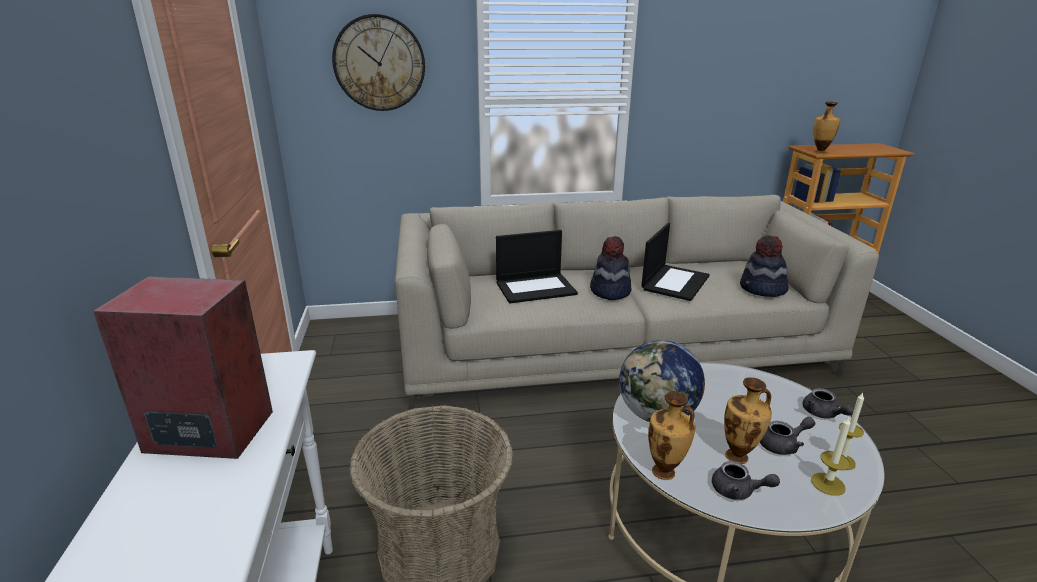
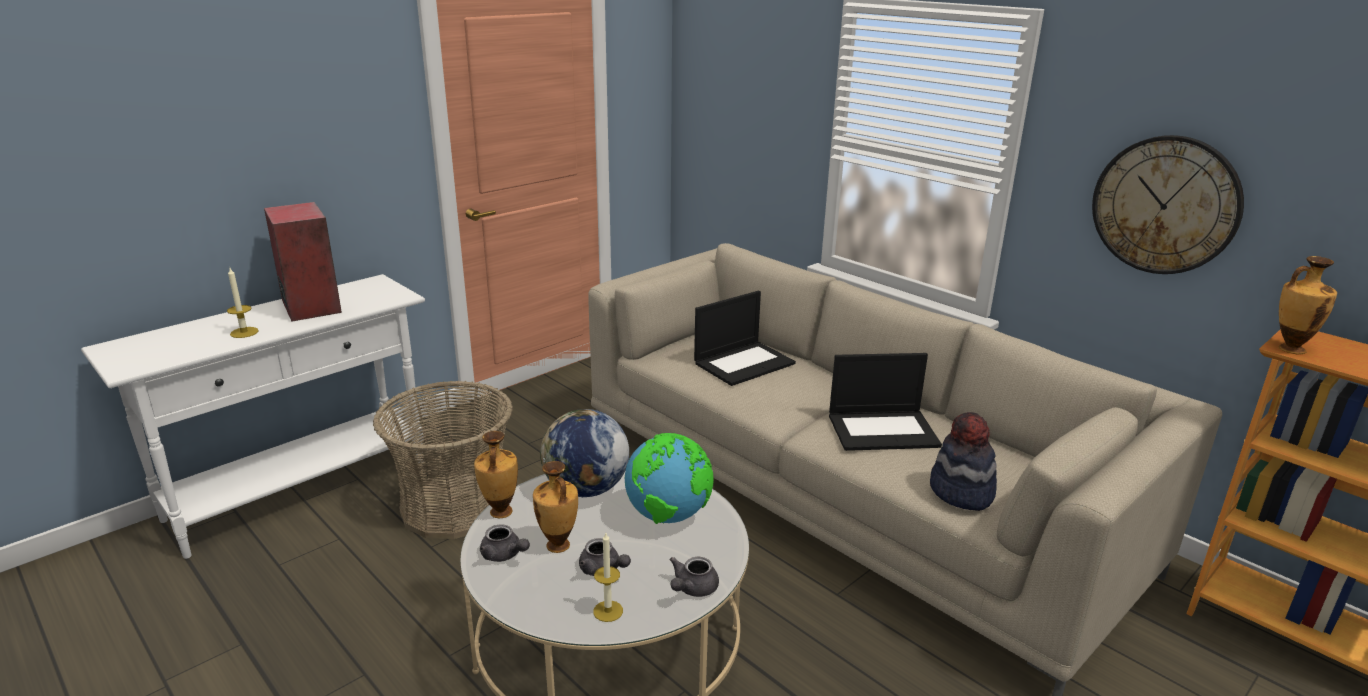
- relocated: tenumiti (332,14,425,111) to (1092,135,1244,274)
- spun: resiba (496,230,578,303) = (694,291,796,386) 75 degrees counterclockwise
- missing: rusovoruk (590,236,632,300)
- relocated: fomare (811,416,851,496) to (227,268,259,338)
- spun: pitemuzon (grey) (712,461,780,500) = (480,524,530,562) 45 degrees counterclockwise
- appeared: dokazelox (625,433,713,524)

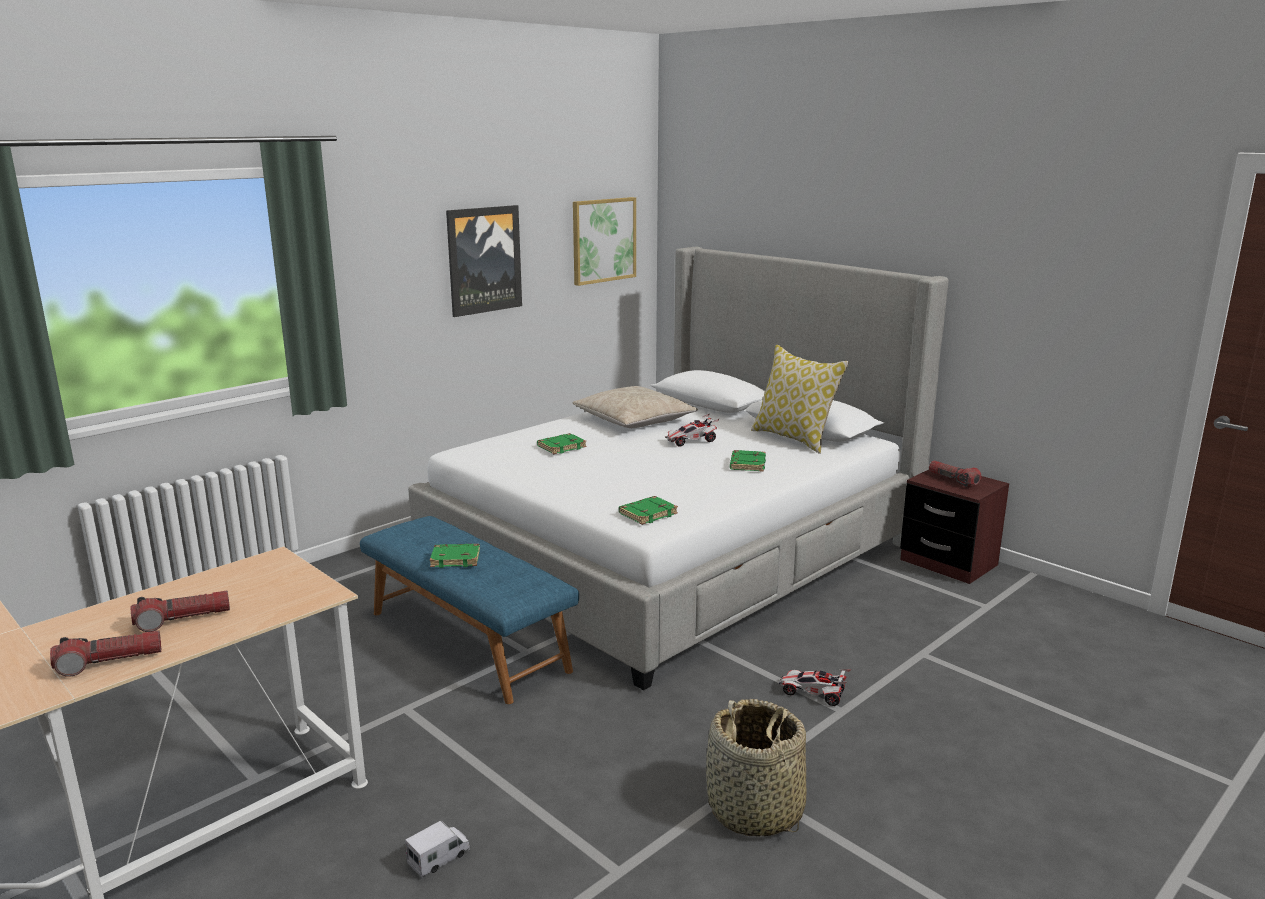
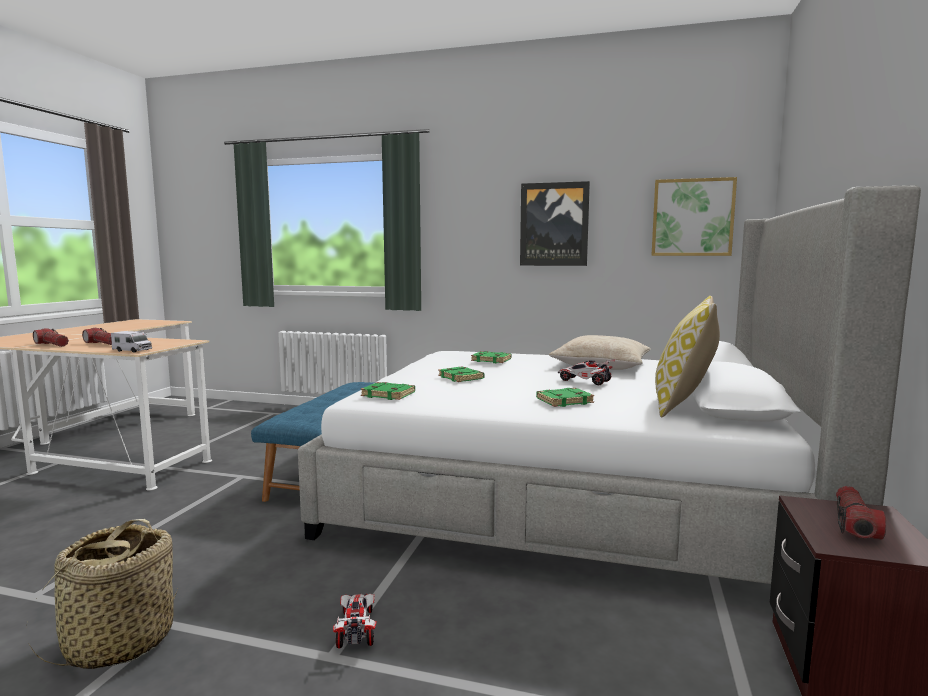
- relocated: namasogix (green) (430,544,480,568) to (438,366,485,382)
- relocated: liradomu (405,820,470,878) to (111,331,152,353)

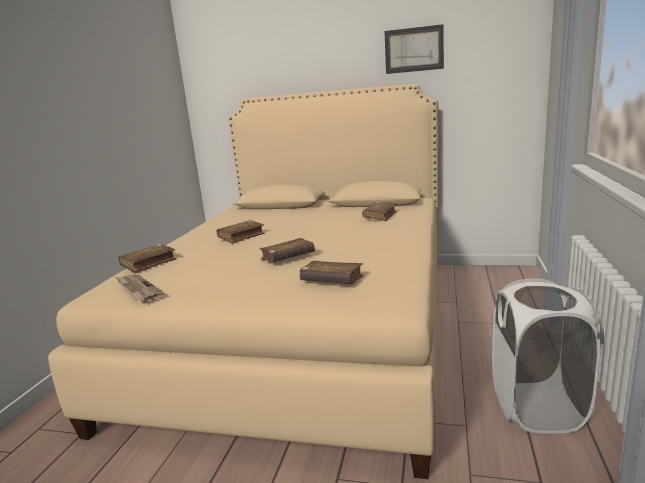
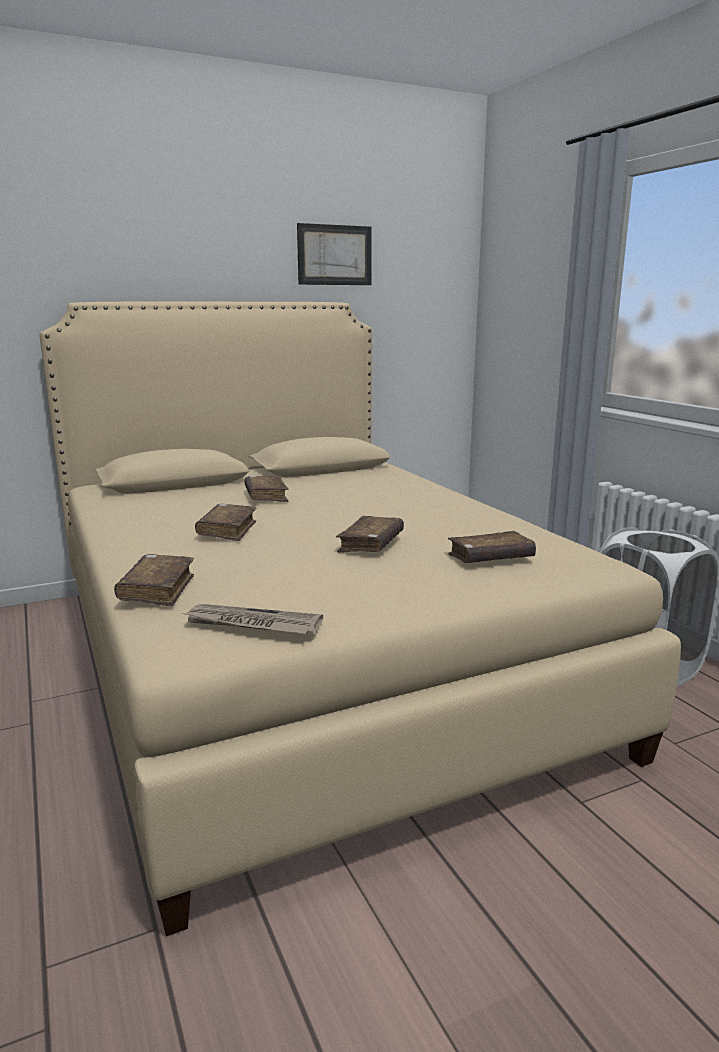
- relocated: namasogix (brown) (362,202,397,221) to (244,476,289,502)

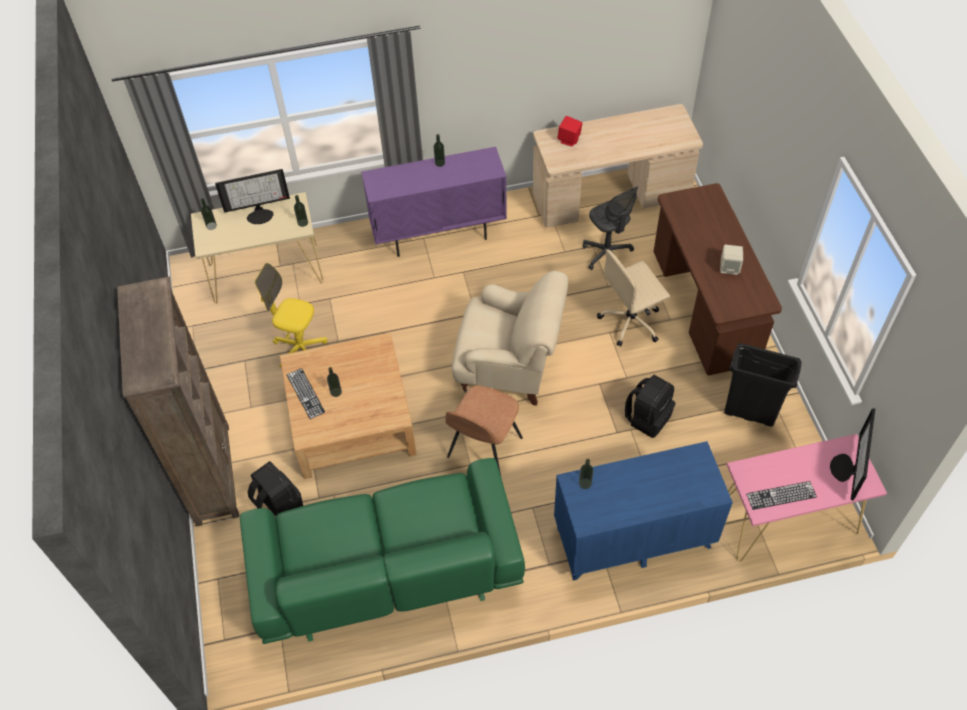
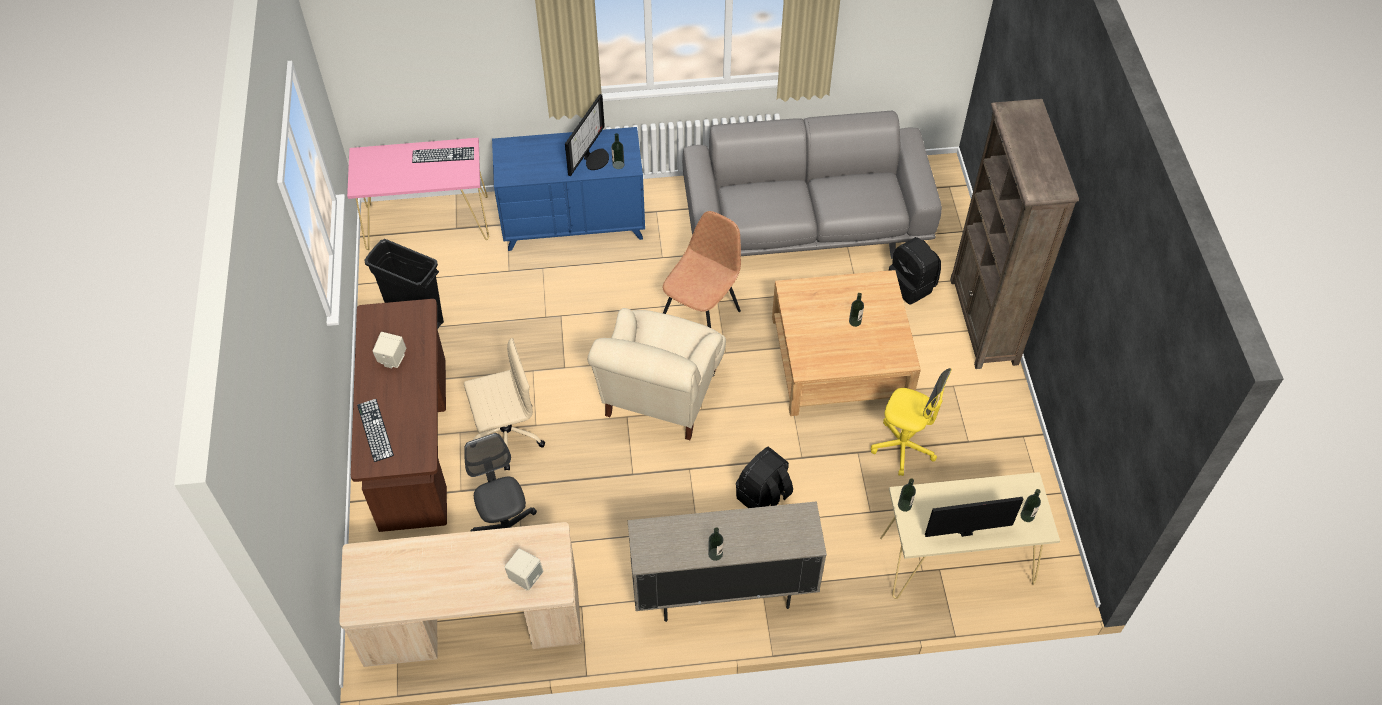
- colour: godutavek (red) (557,116,582,146) to godutavek (beige) (504,549,543,590)
- colour: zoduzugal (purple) (361,147,507,257) to zoduzugal (beige) (628,501,827,622)
- spun: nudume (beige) (452,271,568,406) = (588,308,726,440) 90 degrees counterclockwise
- relocated: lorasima (287,368,325,419) to (357,399,394,462)
- relocated: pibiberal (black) (625,375,675,438) to (736,447,793,508)
- relocated: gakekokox (830,408,875,501) to (565,94,609,176)
- colour: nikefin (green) (240,458,525,644) to nikefin (grey) (682,111,942,259)

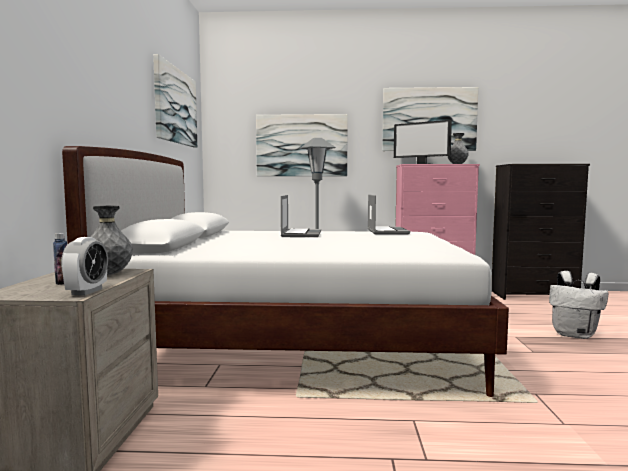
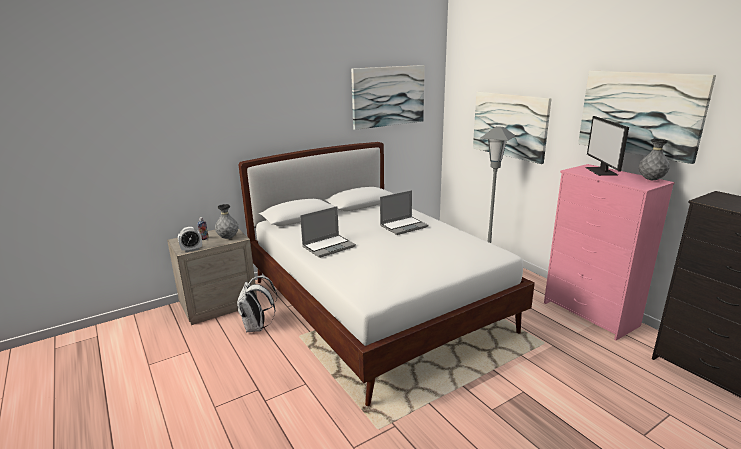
- relocated: resiba (368,195,410,235) to (300,206,356,258)
- relocated: pibiberal (white) (549,271,609,339) to (237,275,277,332)

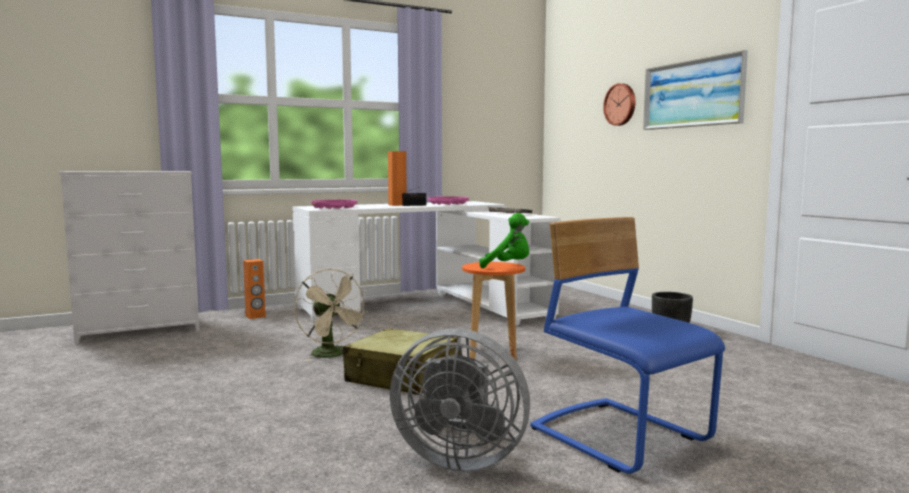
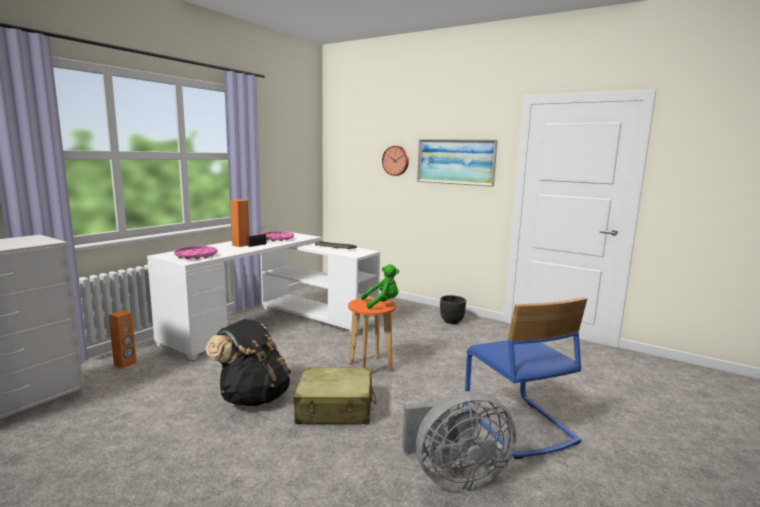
- spun: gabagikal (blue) (530,217,725,474) = (465,297,587,459) 135 degrees counterclockwise
- exchanged: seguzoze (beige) (294,269,368,361) to pibiberal (black) (205,319,291,406)

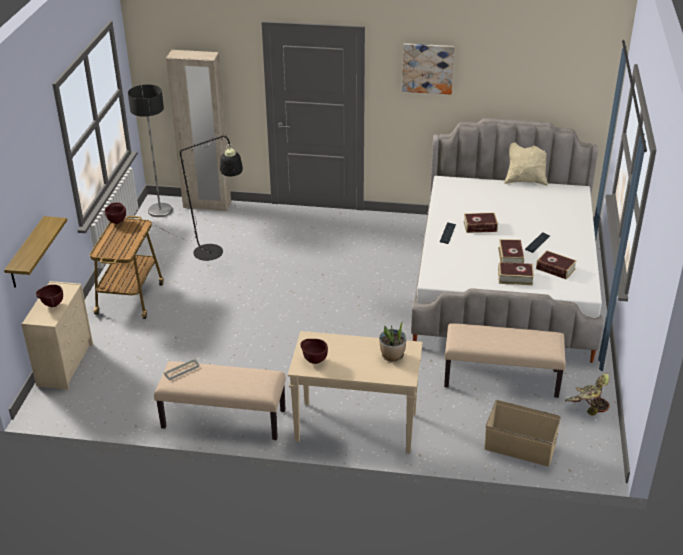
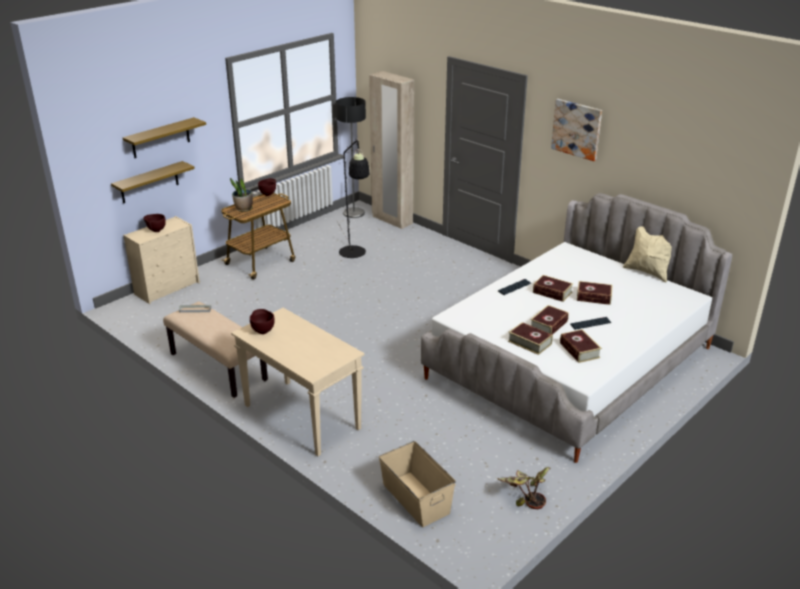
- relocated: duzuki (379,322,406,362) to (230,178,253,212)
- missing: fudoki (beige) (444,323,566,398)
- appeared: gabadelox (122,117,206,158)
- appeared: namasogix (576,281,613,305)

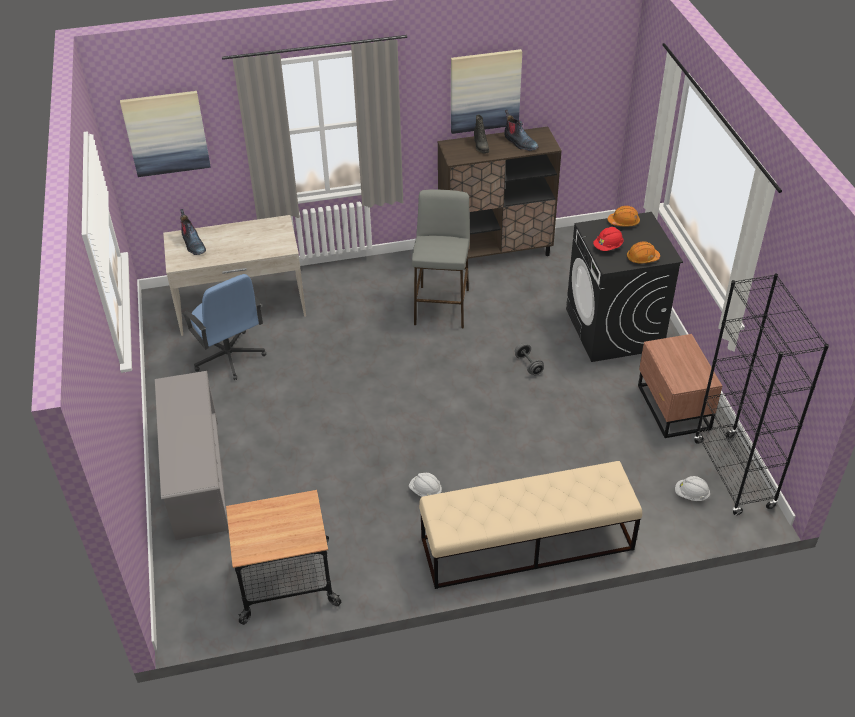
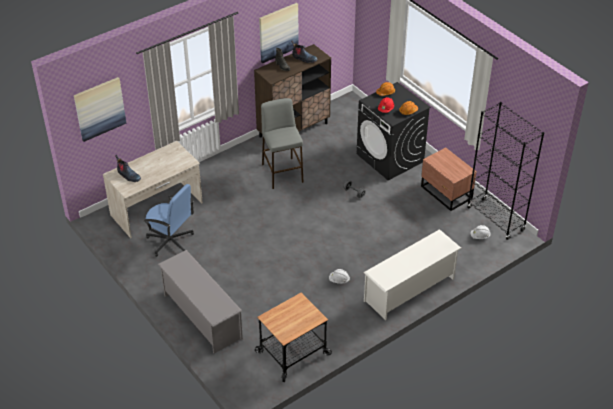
- exchanged: fudoki (beige) (419,461,642,589) to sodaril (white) (363,229,461,320)

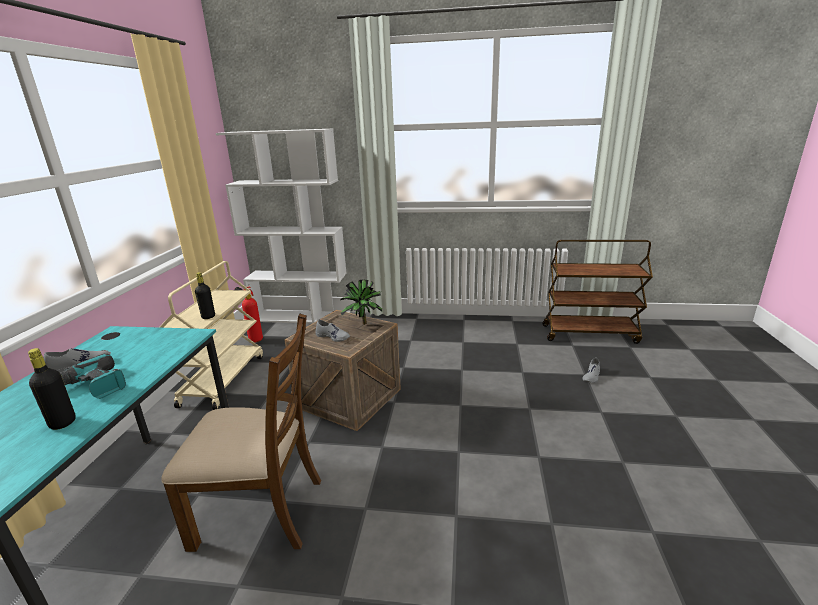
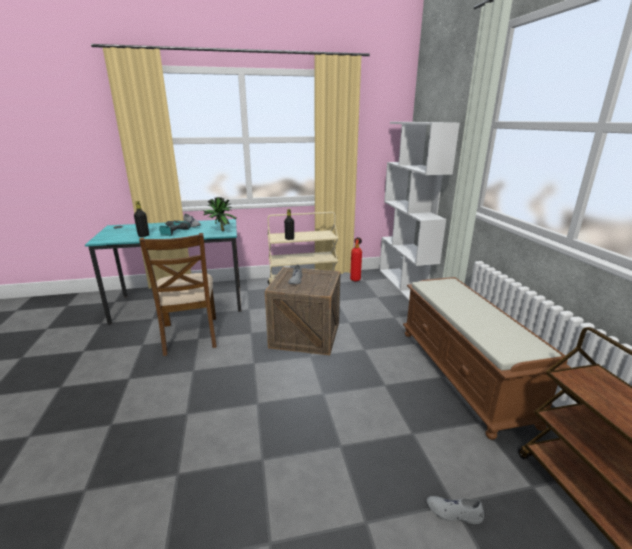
- relocated: duzuki (340,279,382,325) to (203,197,236,231)
- appeared: fudoki (brown) (403,277,571,440)

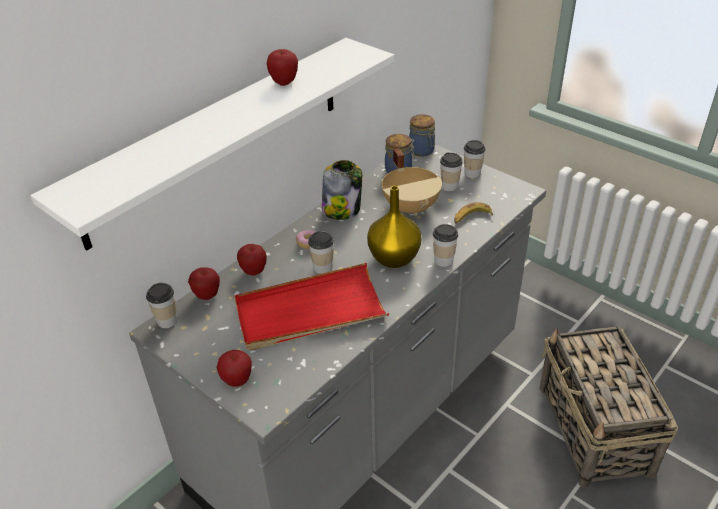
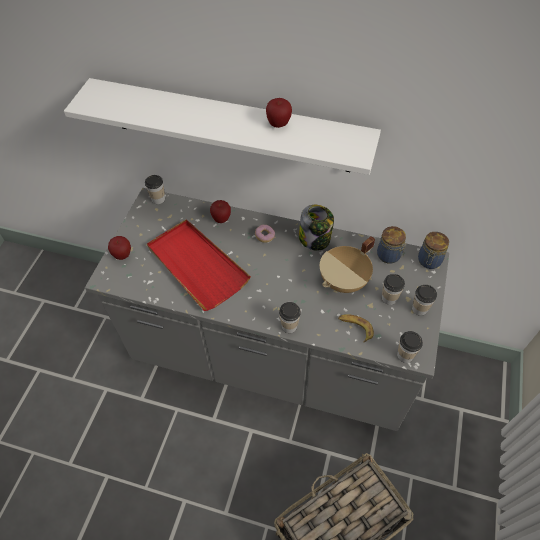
- missing: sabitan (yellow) (367,186,421,268)
- relocated: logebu (308,231,334,274) to (397,331,423,363)
- missing: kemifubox (188,267,220,300)

